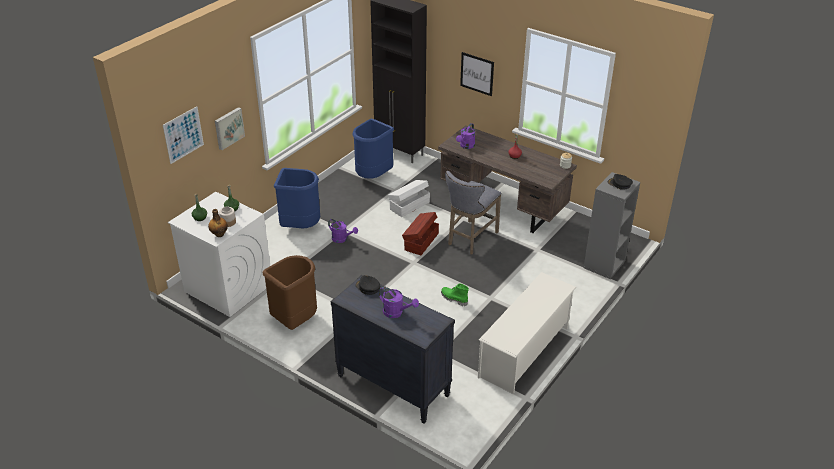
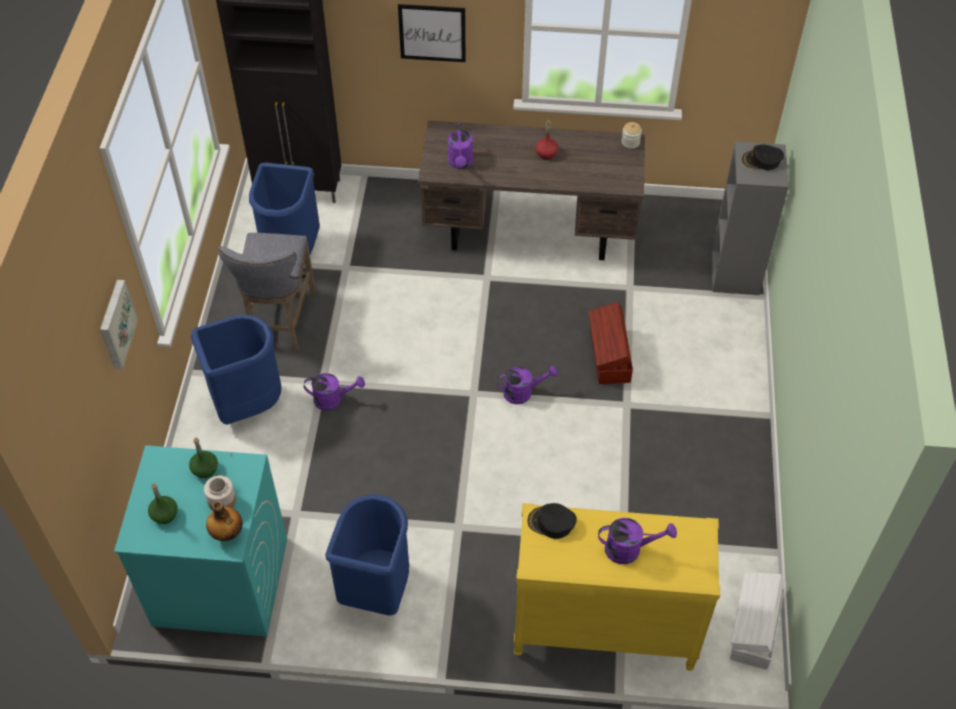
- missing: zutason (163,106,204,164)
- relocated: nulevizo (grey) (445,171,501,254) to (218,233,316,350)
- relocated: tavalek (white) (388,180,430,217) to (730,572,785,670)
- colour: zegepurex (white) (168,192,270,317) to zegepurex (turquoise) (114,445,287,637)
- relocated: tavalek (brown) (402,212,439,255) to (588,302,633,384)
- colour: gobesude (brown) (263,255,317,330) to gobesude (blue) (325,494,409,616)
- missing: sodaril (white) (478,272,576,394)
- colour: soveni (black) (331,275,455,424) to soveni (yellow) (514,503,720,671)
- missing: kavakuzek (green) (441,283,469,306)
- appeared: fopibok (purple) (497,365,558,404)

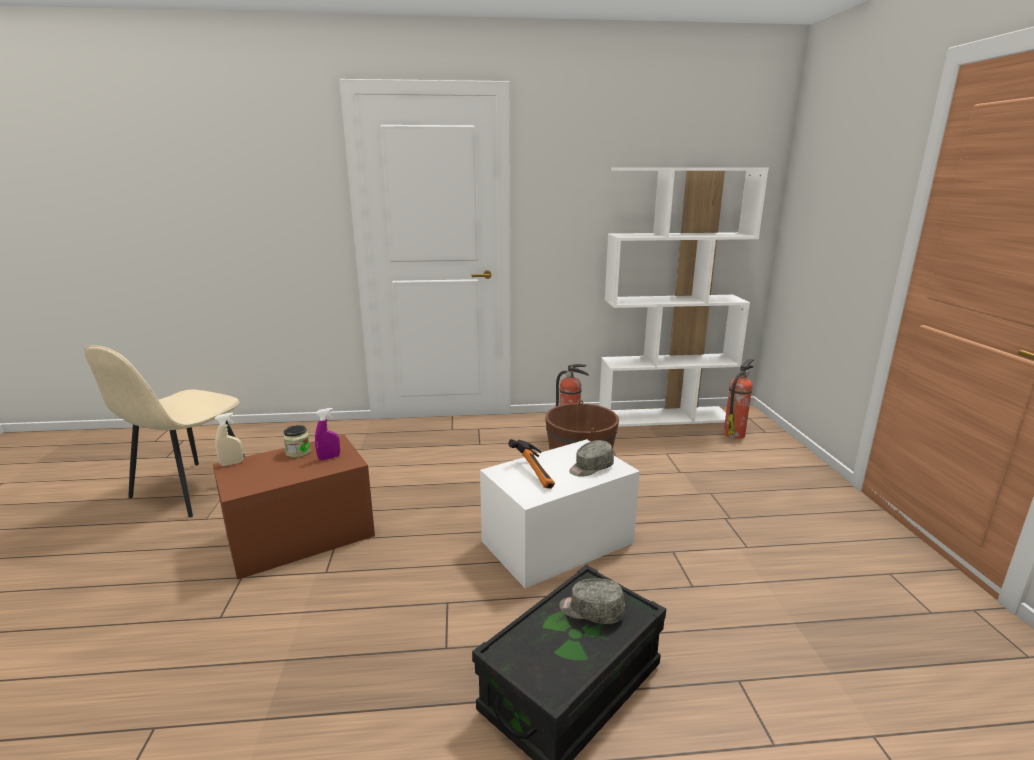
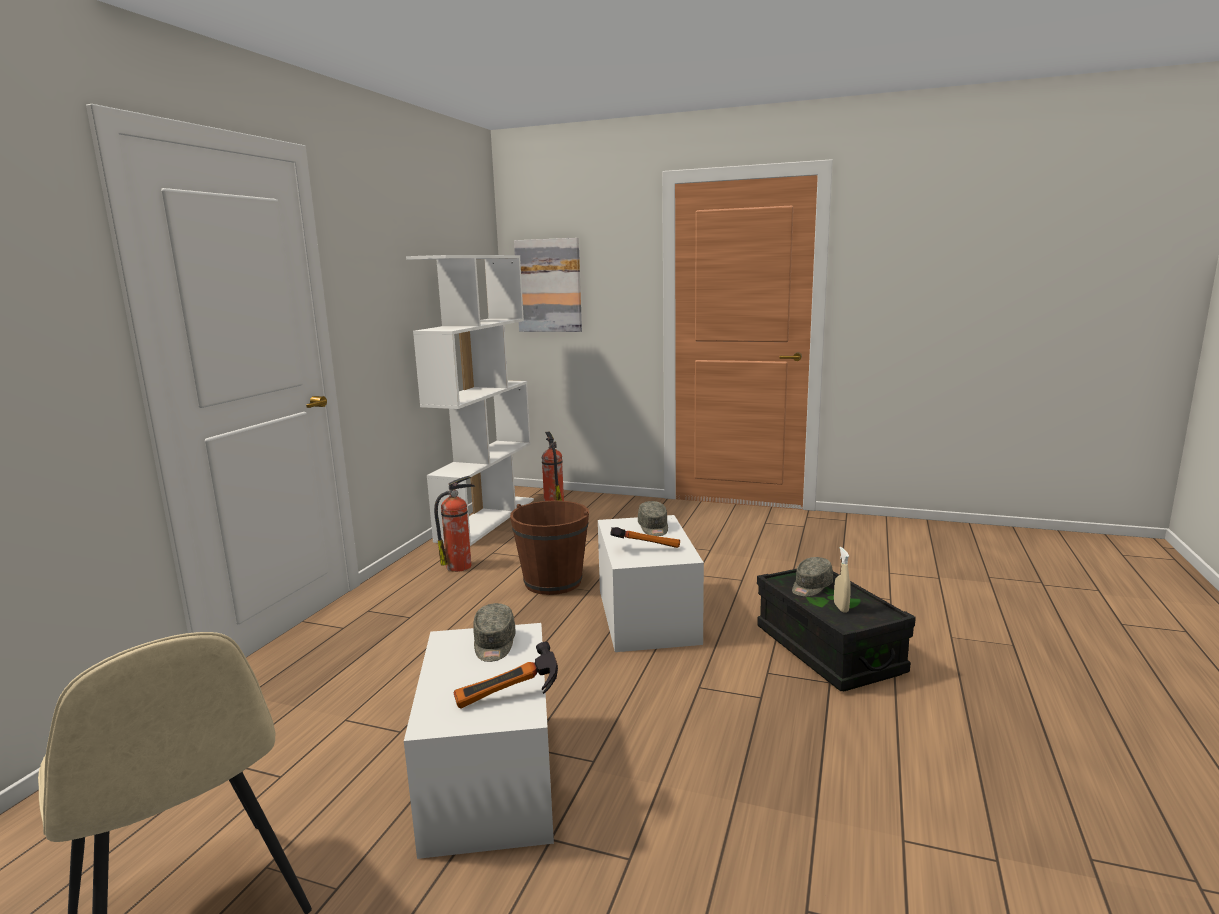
- exchanged: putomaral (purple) (315,408,340,460) to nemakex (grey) (473,603,516,662)
- relocated: putomaral (beige) (215,413,244,466) to (834,547,851,613)
- missing: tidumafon (283,425,311,458)
- colour: tavalek (brown) (213,435,375,580) to tavalek (white) (404,623,554,859)
- appeared: zutason (514,238,582,332)
- appeared: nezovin (453,641,558,709)

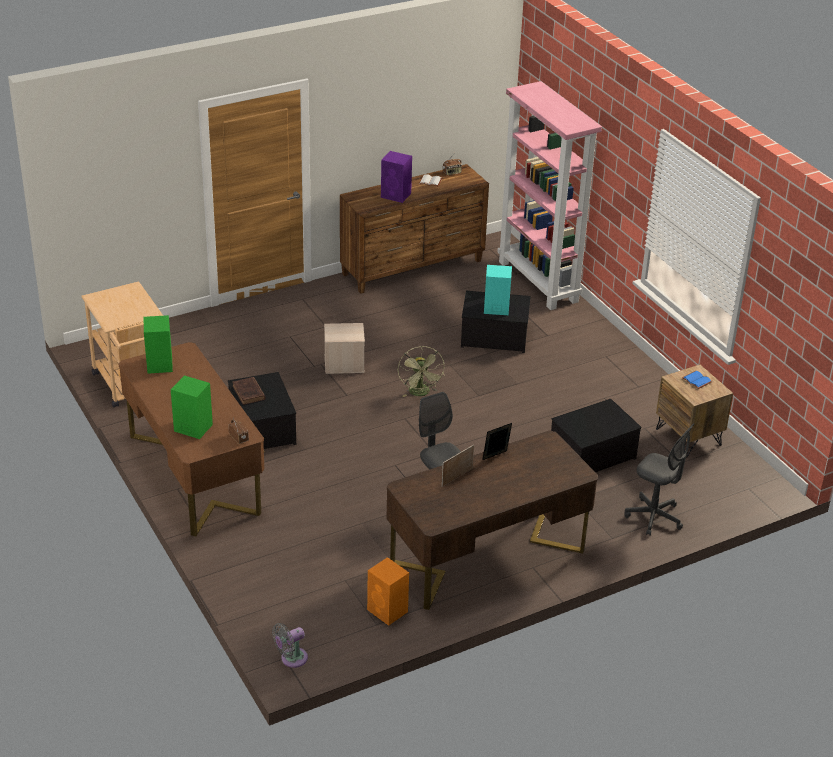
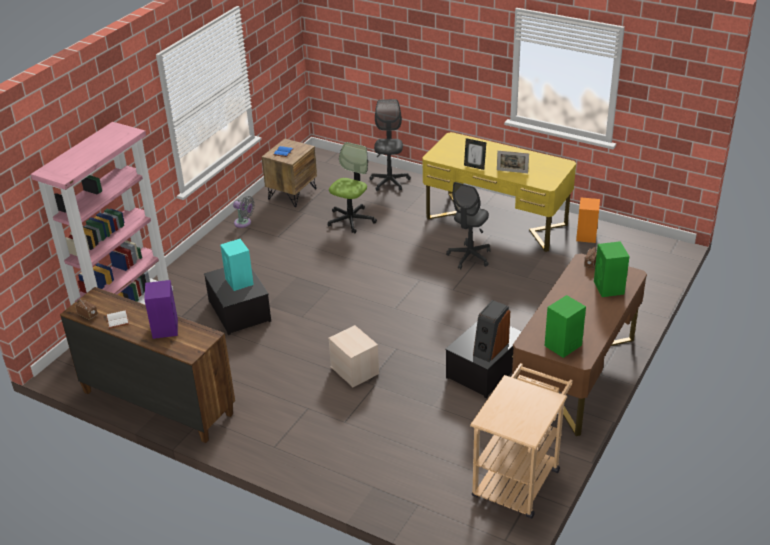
- missing: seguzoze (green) (398,346,445,397)
- exchanged: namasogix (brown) (232,377,265,405) to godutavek (473,300,510,362)
- exchanged: tavalek (551,399,642,472) to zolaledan (327,142,377,233)
- colour: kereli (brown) (386,430,598,610) to kereli (yellow) (422,132,576,252)
- relocated: seguzoze (grey) (272,623,308,668) to (233,196,255,228)

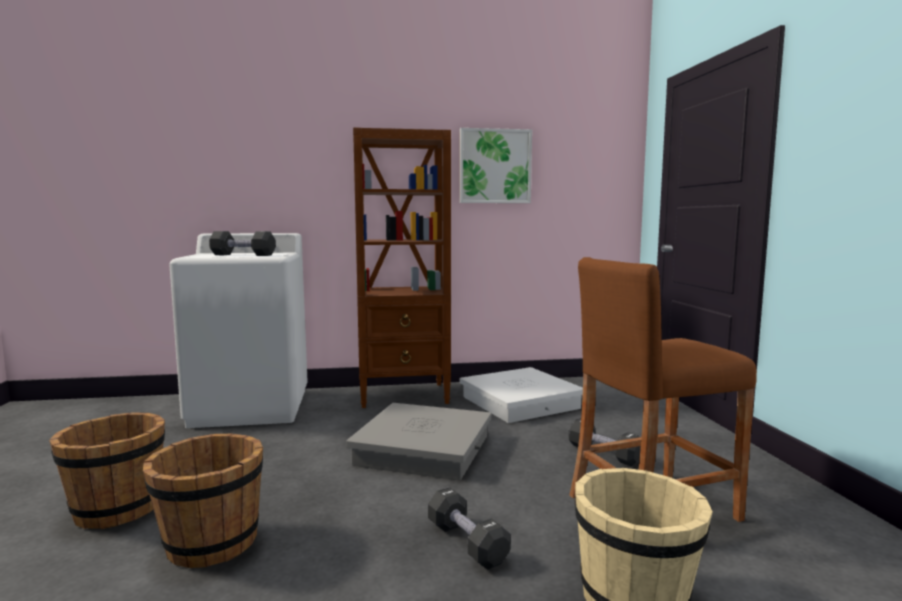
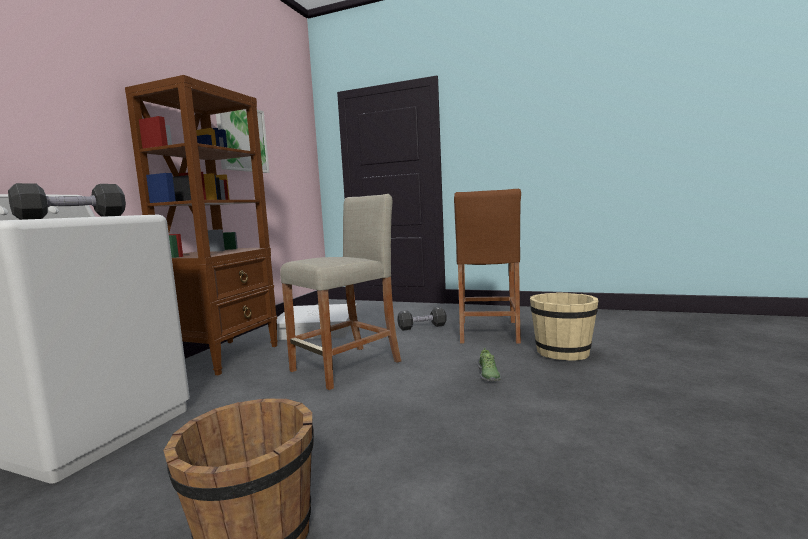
- exchanged: tavalek (grey) (346,403,491,480) to nulevizo (beige) (280,194,401,390)
- missing: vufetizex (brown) (143,434,263,568)
- exchanged: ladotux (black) (428,487,511,570) to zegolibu (478,348,501,381)

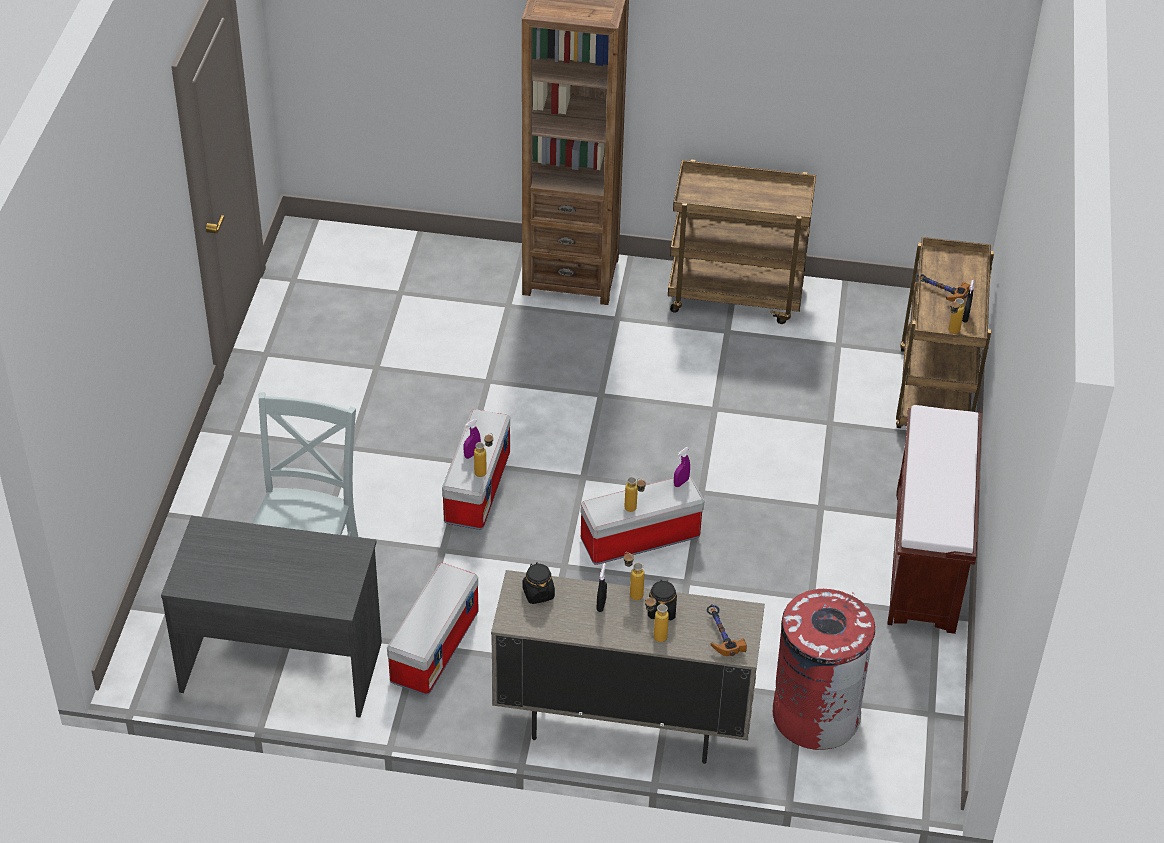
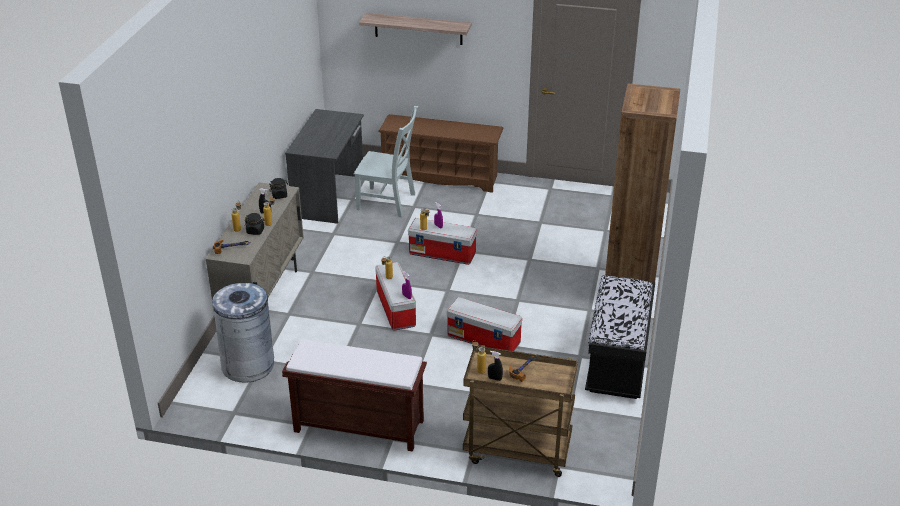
- exchanged: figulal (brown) (668,159,816,324) to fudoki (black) (585,275,655,399)
- relocated: tavalek (387,563,479,695) to (447,297,522,351)
- colour: gobesude (red) (773,589,875,750) to gobesude (grey) (212,283,274,383)
- appeared: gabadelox (359,13,472,45)
- appeared: sodaril (brown) (378,114,503,193)

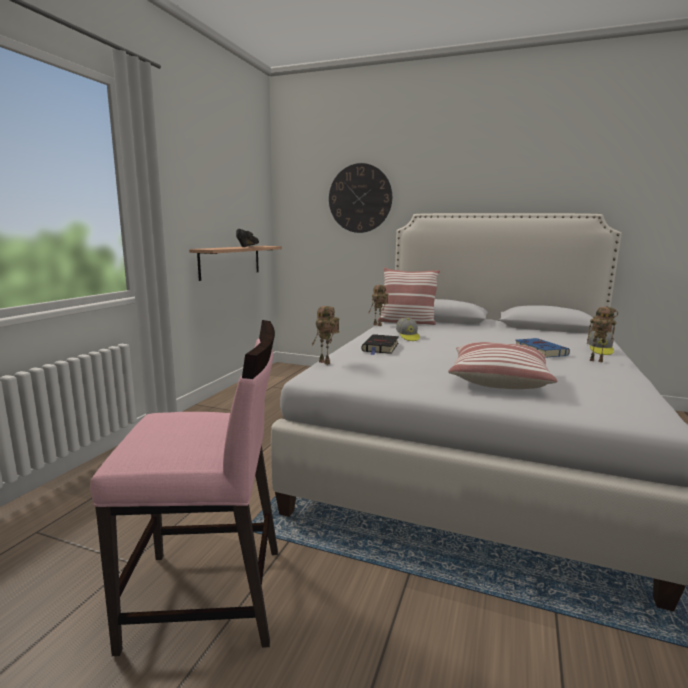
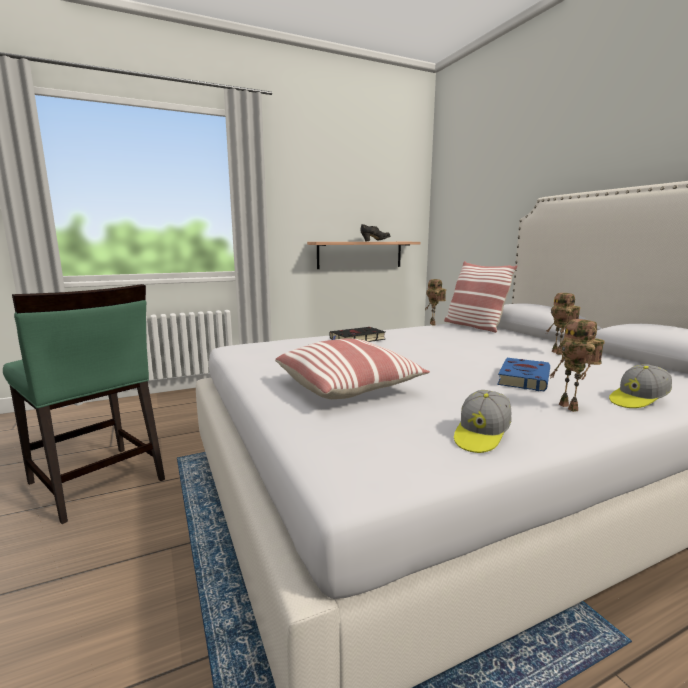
- missing: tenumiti (329,163,392,233)
- relocated: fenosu (312,306,339,365) to (545,293,581,355)
- relocated: nemakex (396,318,420,341) to (454,390,512,453)
- colour: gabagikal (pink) (90,320,278,656) to gabagikal (green) (3,284,165,524)

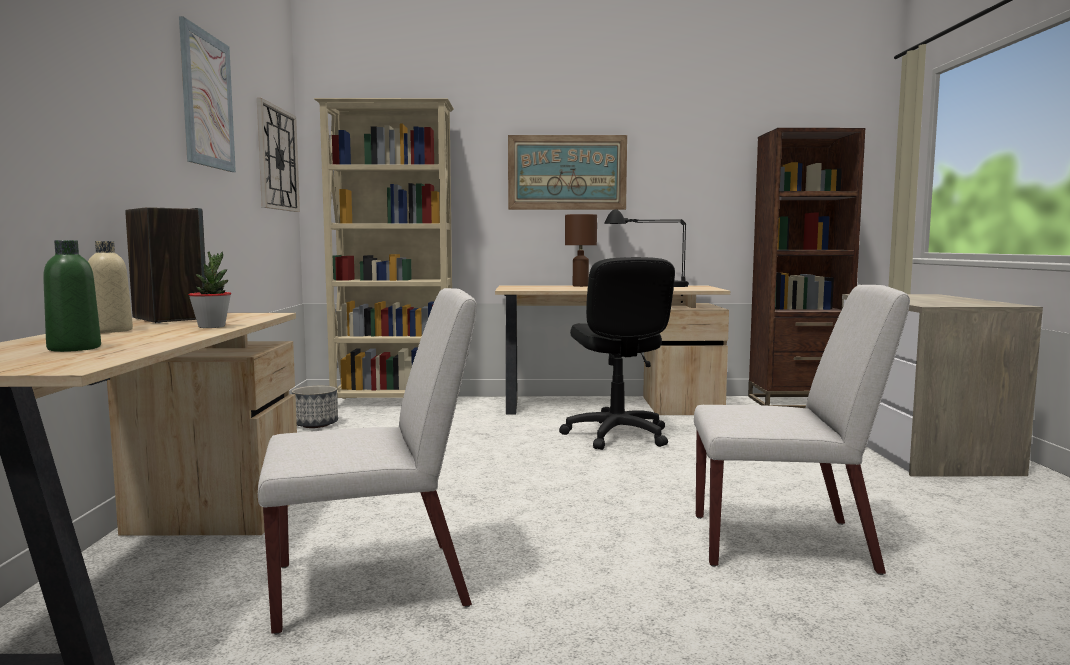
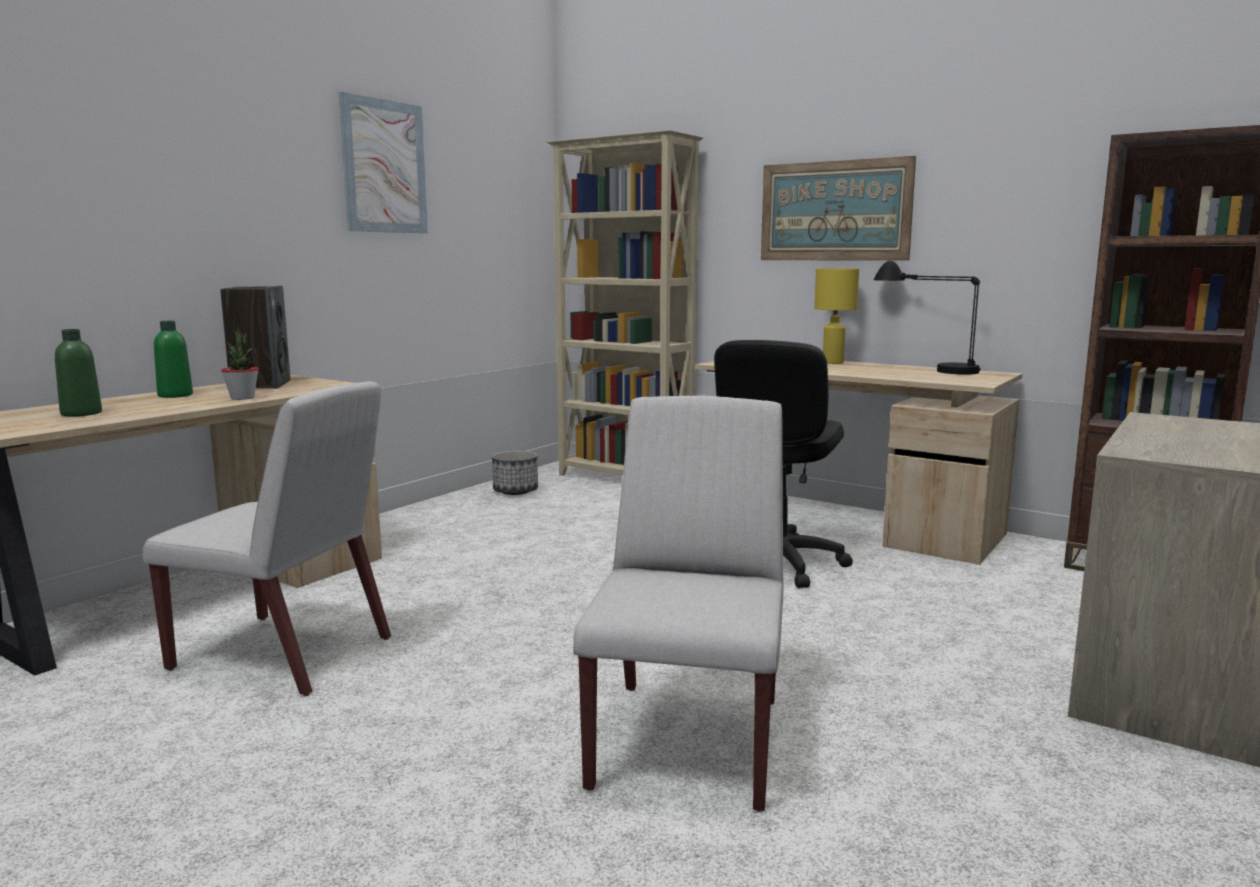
- missing: tenumiti (257,98,300,212)
- colour: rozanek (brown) (565,214,597,287) to rozanek (yellow) (814,268,859,364)
- colour: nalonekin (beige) (88,241,133,333) to nalonekin (green) (154,321,193,398)
- spun: gabagikal (white) (694,285,910,575) = (573,396,784,812) 120 degrees counterclockwise

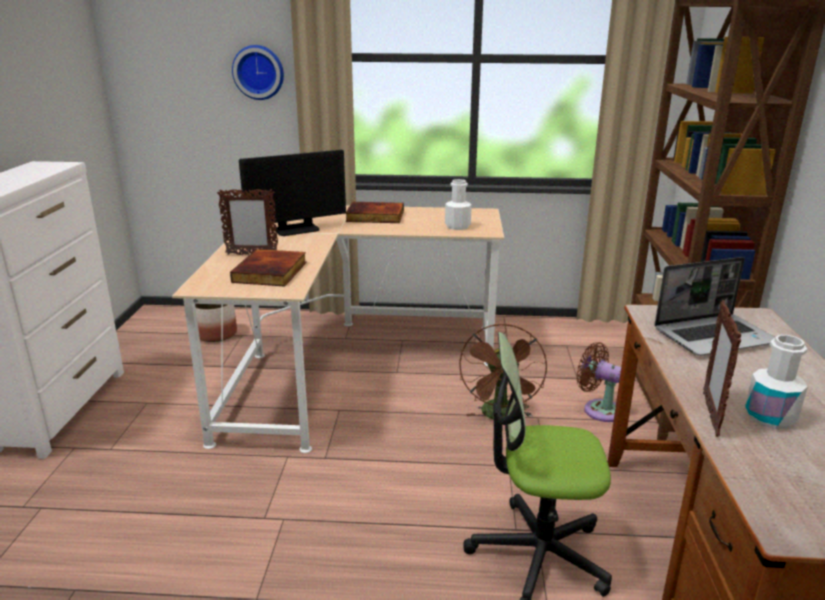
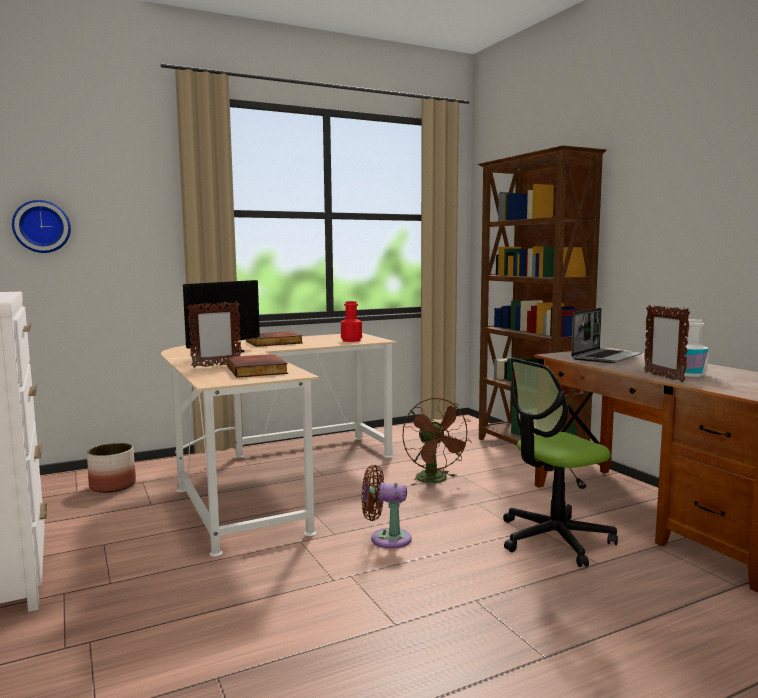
- relocated: tenumiti (232,45,284,100) to (12,200,71,253)
- colour: nalonekin (white) (445,179,472,230) to nalonekin (red) (341,301,362,342)
- relocated: seguzoze (brown) (577,342,621,422) to (362,465,412,549)

